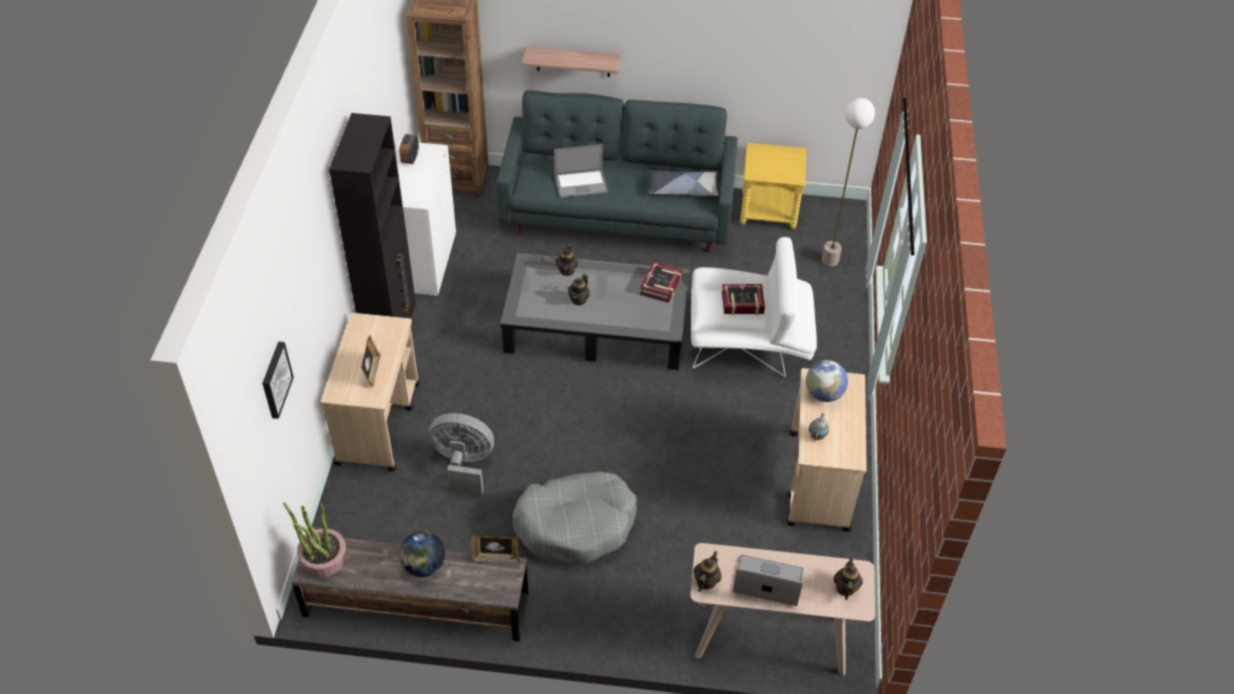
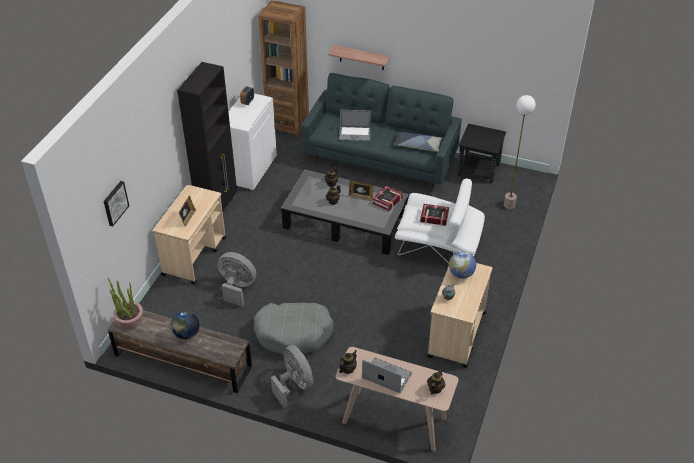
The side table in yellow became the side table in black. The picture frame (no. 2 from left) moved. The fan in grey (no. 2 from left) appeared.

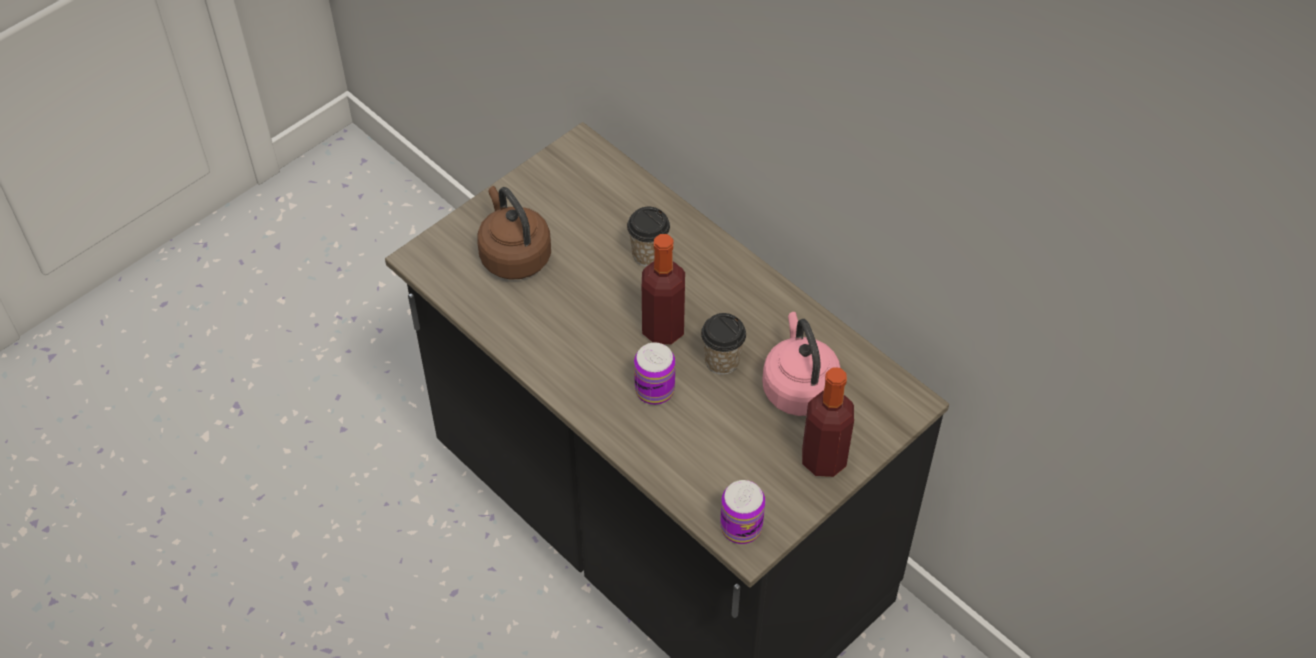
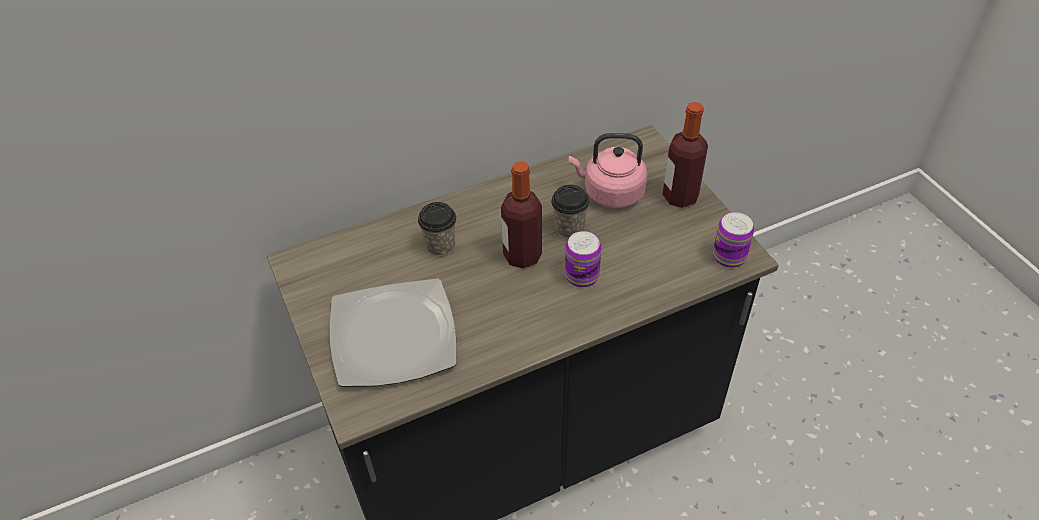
The kettle in brown was replaced by the plate.

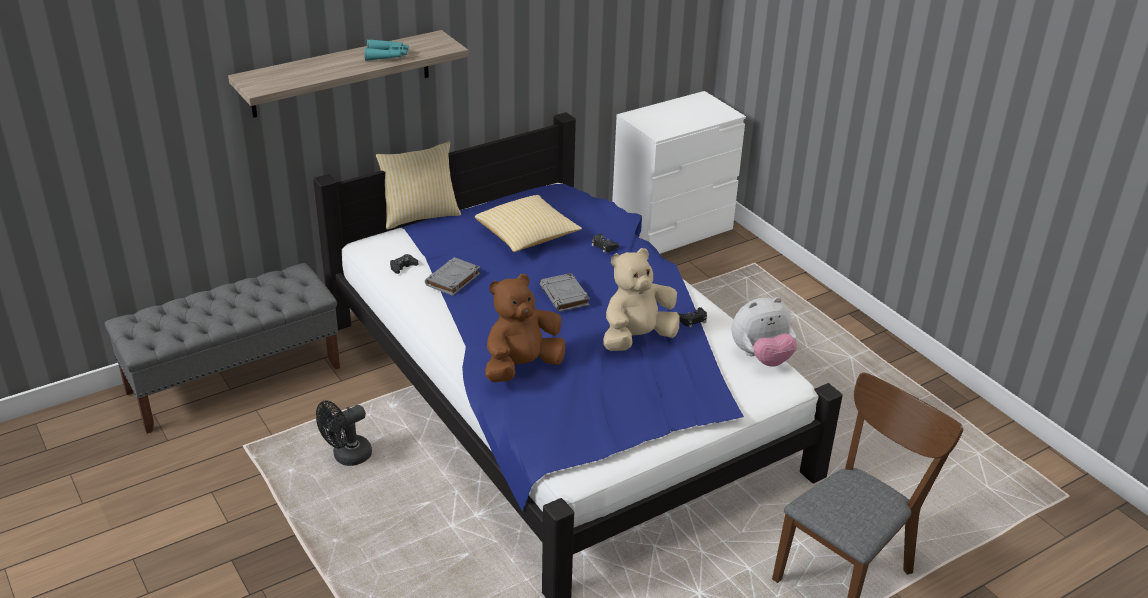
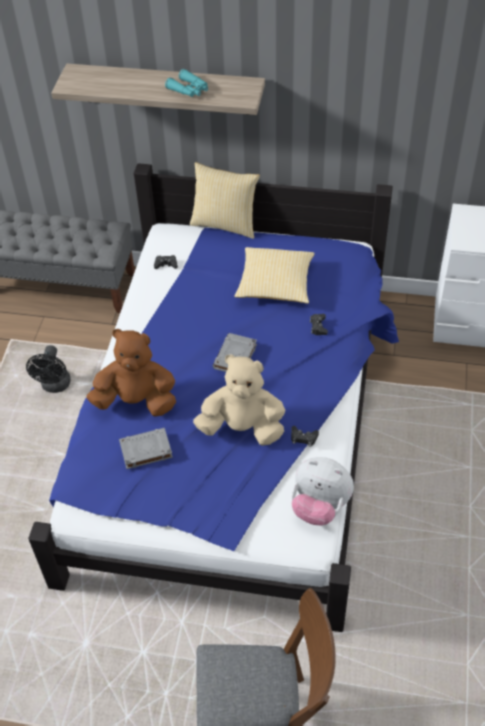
The book in grey (no. 1 from left) moved. The fan in black turned 90 degrees counterclockwise.

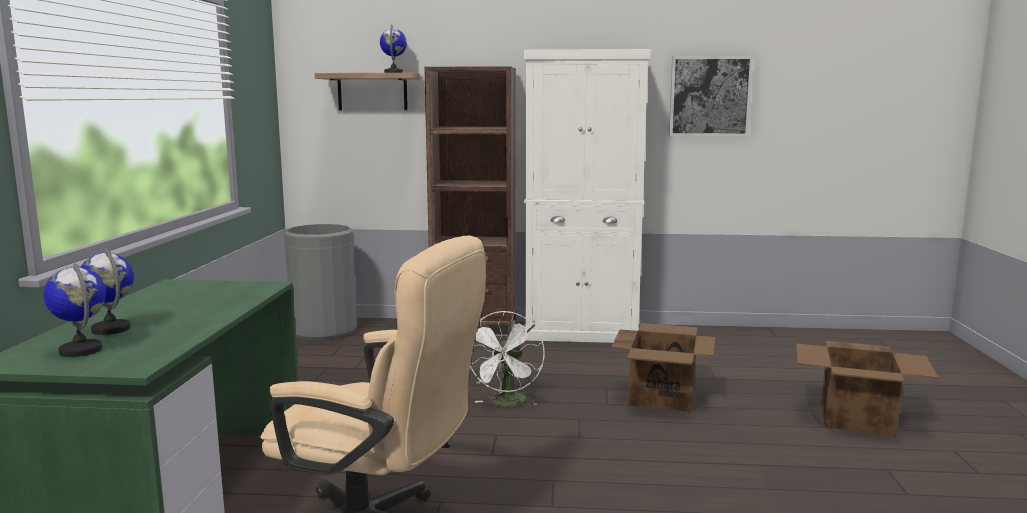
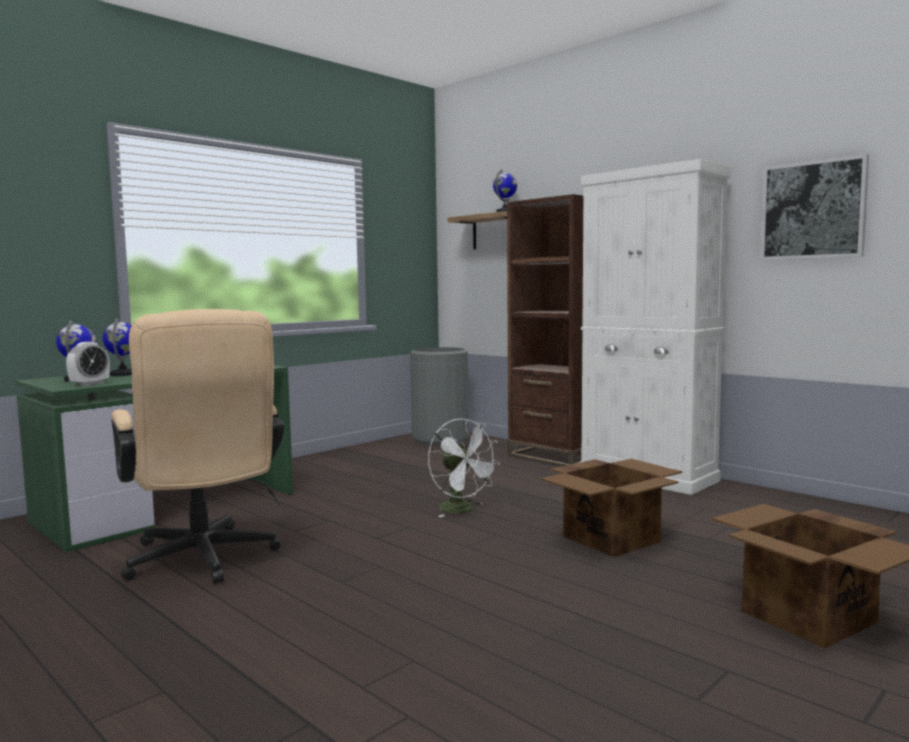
The fan in white turned 90 degrees counterclockwise. The alarm clock appeared.

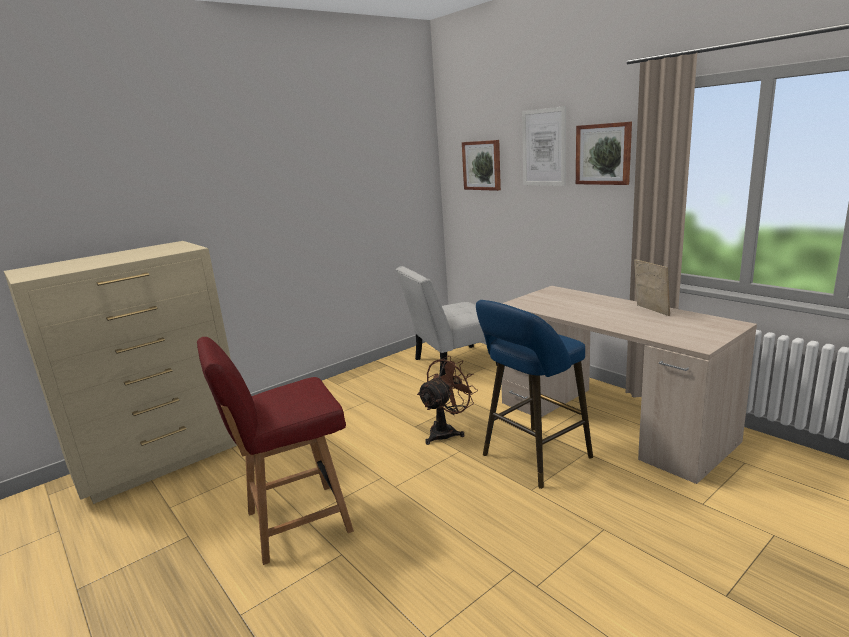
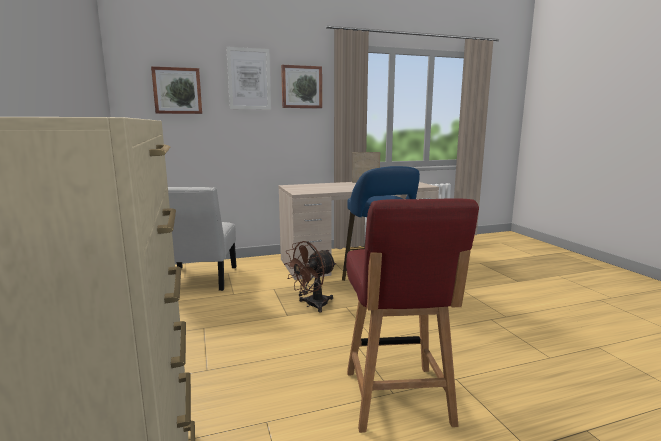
The fan in brown turned 105 degrees counterclockwise.

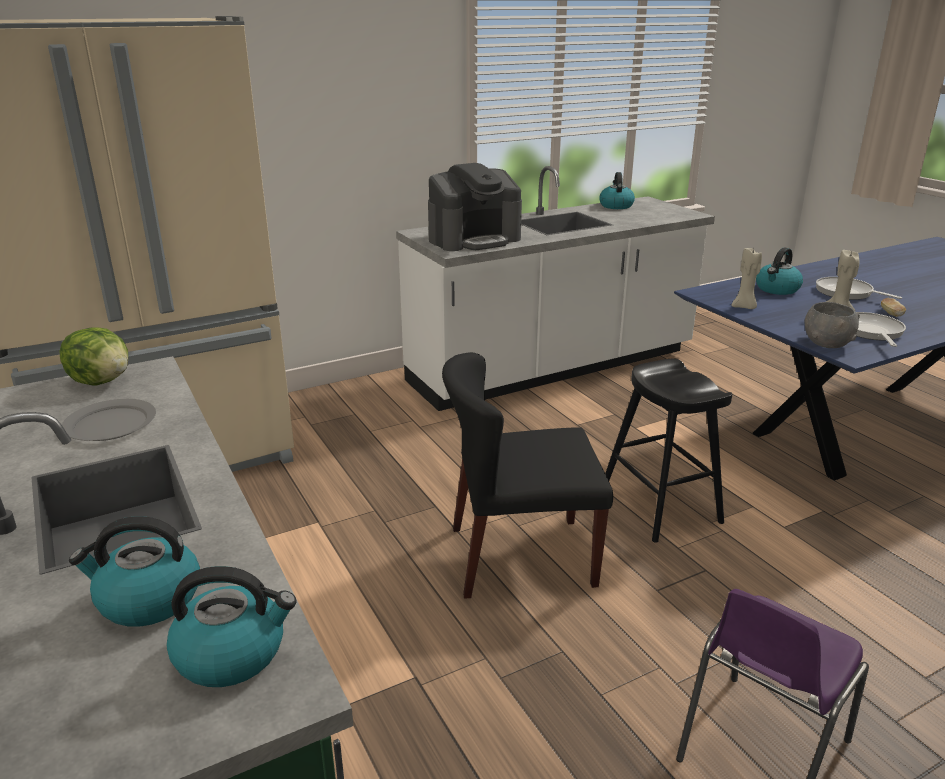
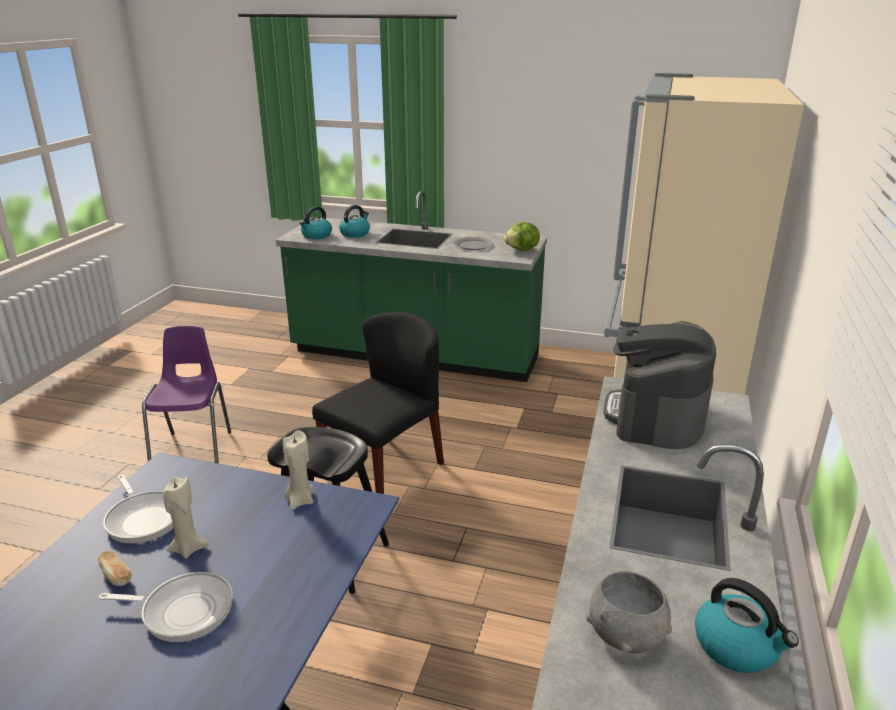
The kettle (no. 4 from left) disappeared. The bowl in grey moved.

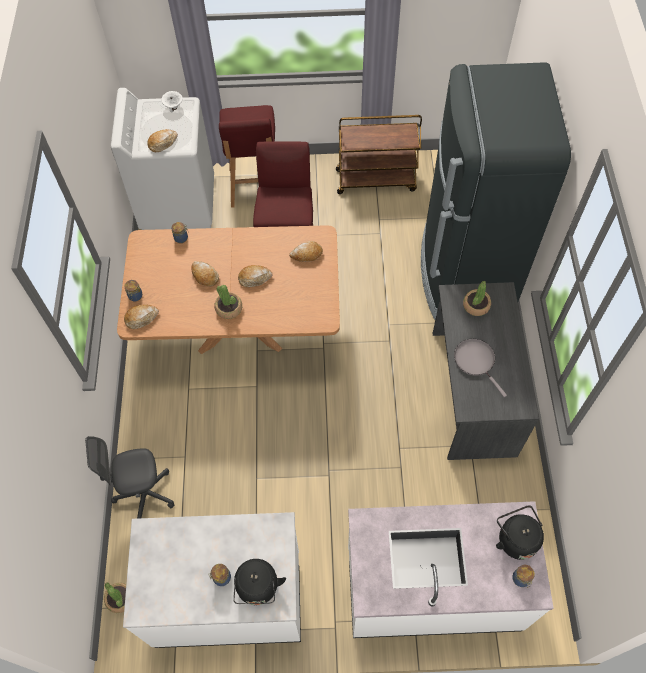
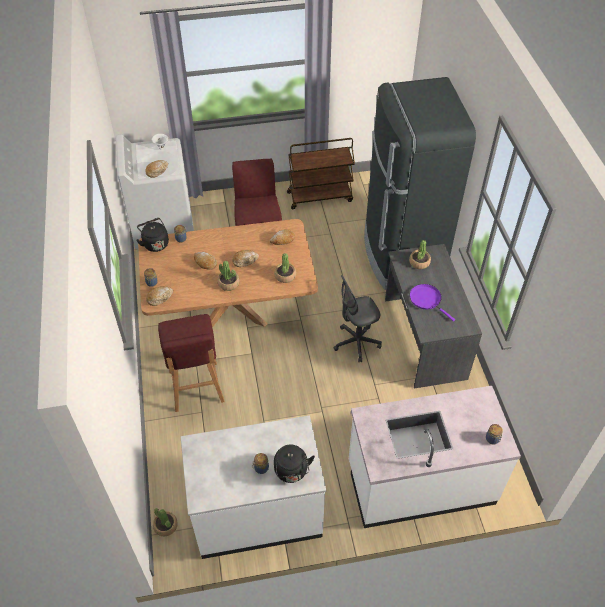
The stool in red (no. 1 from left) moved. The frying pan in grey became the frying pan in purple. The office chair in grey moved. The kettle in black (no. 2 from left in the first image) moved. The potted plant (no. 3 from left) appeared.

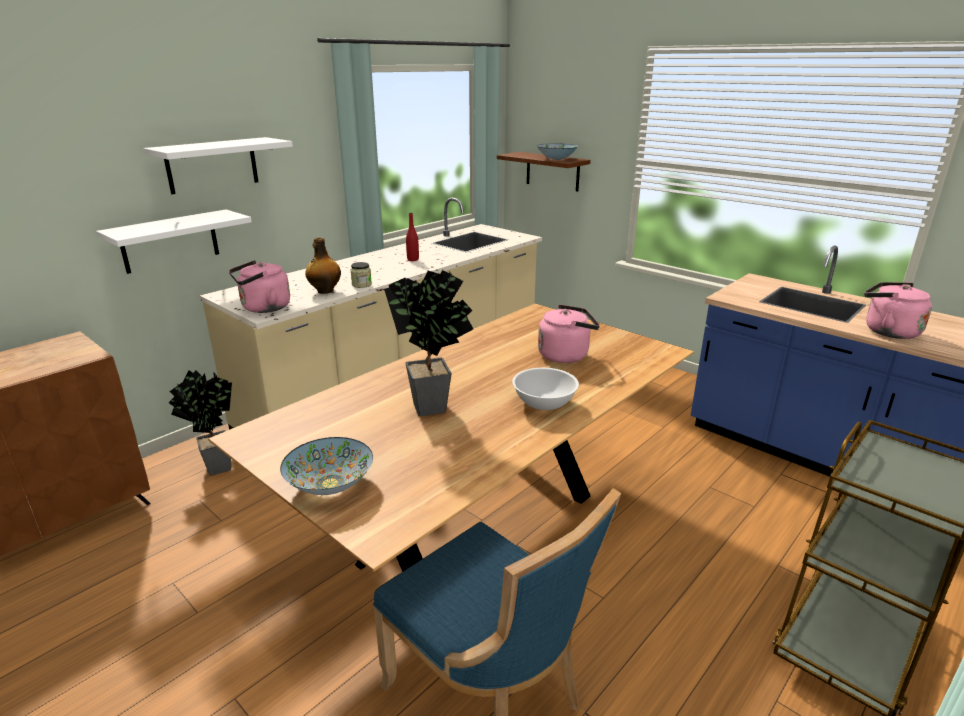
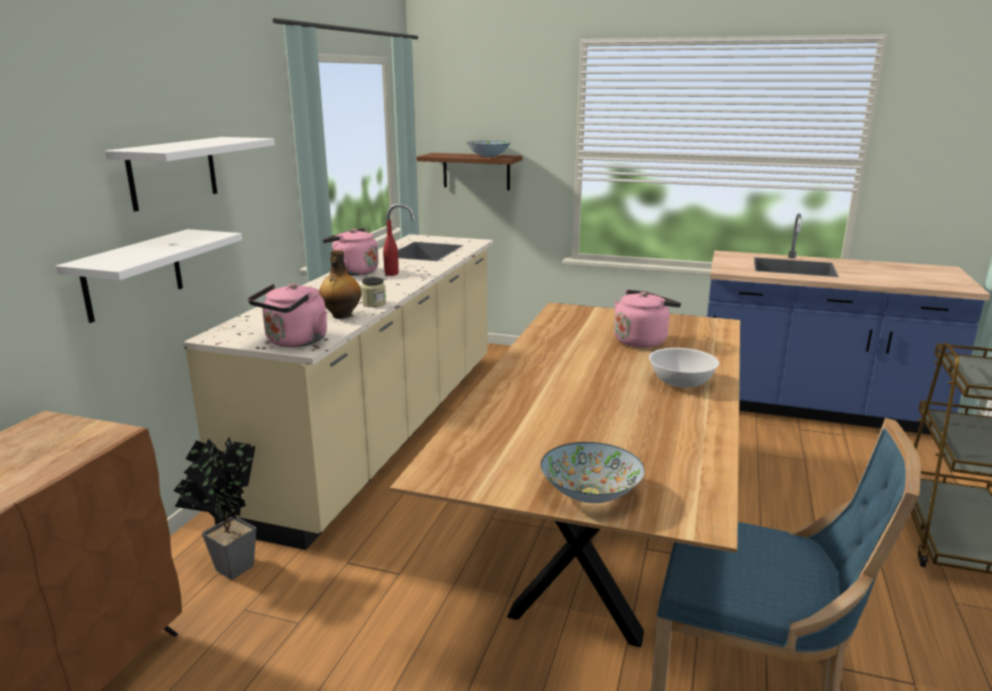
The potted plant (no. 2 from left) disappeared. The kettle in pink (no. 3 from left in the first image) moved.

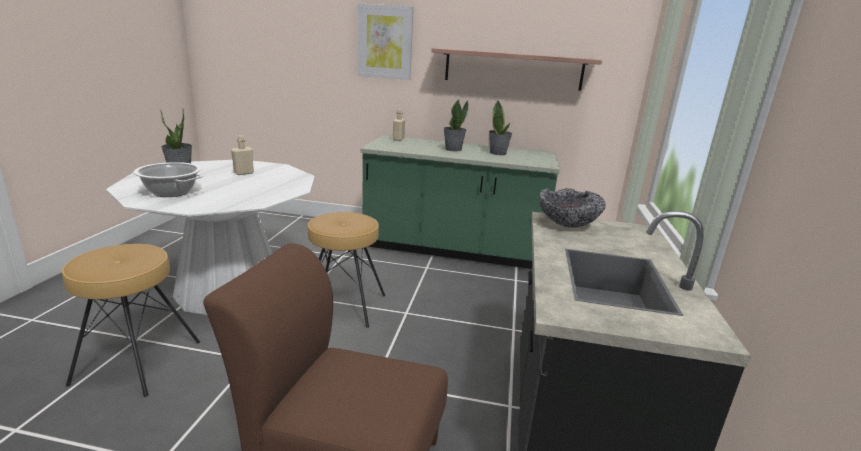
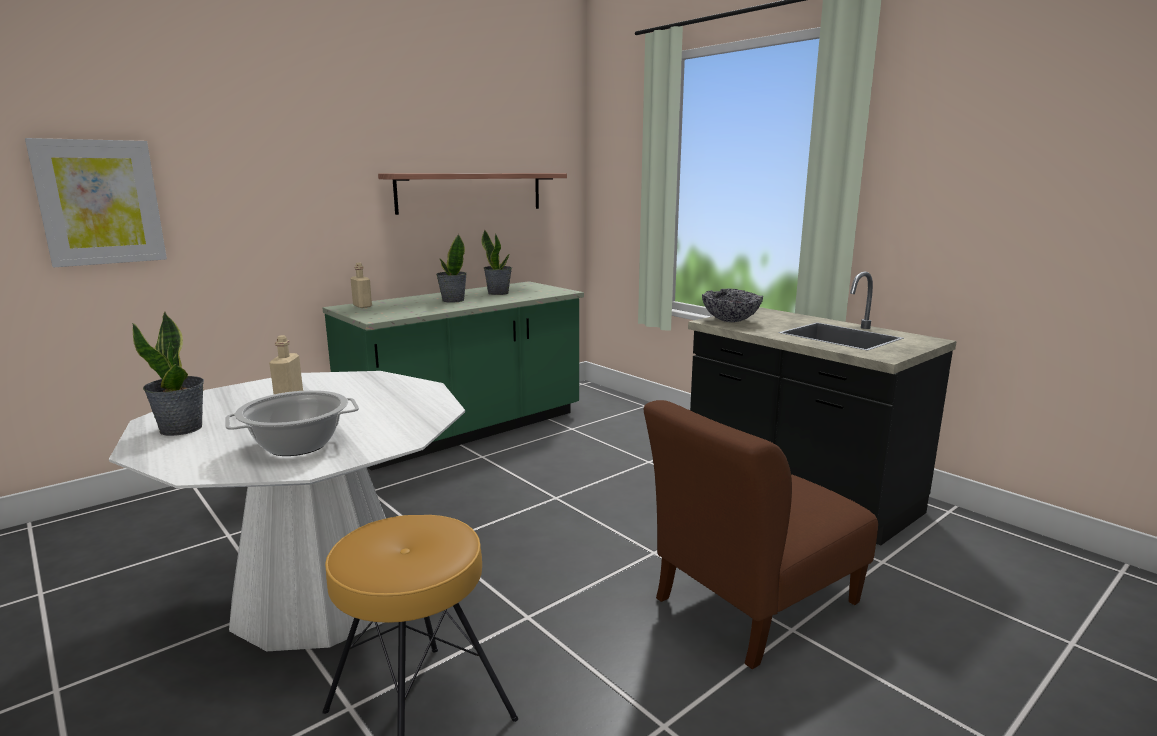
The picture moved. The stool in brown (no. 2 from left) disappeared.

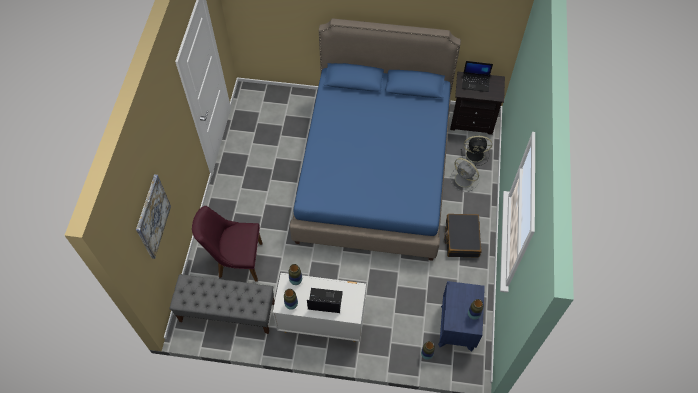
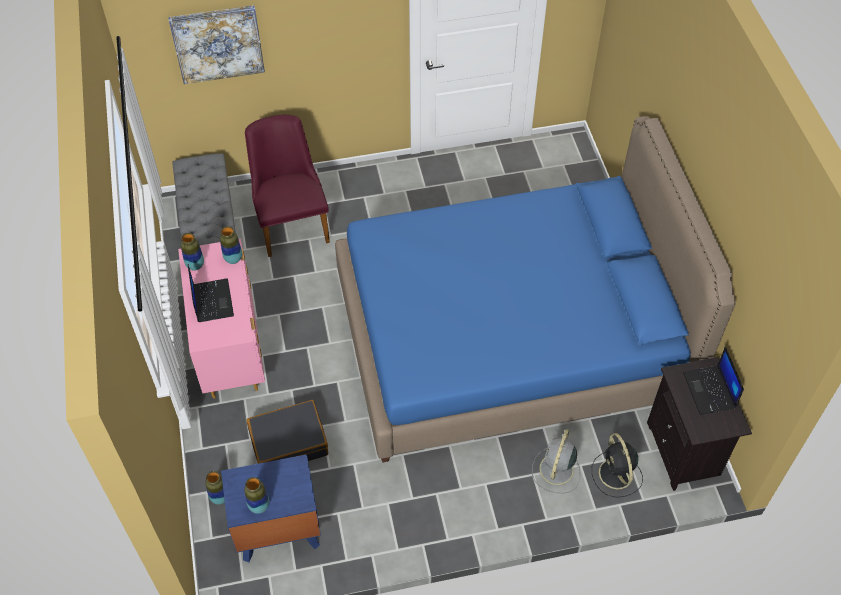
The suitcase in black moved. The dresser in white became the dresser in pink.

